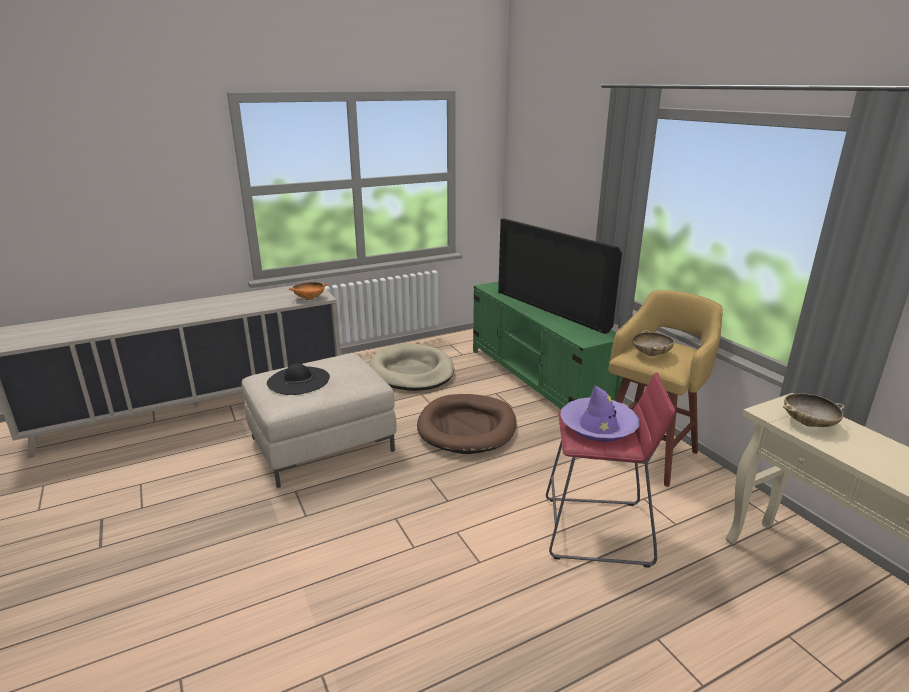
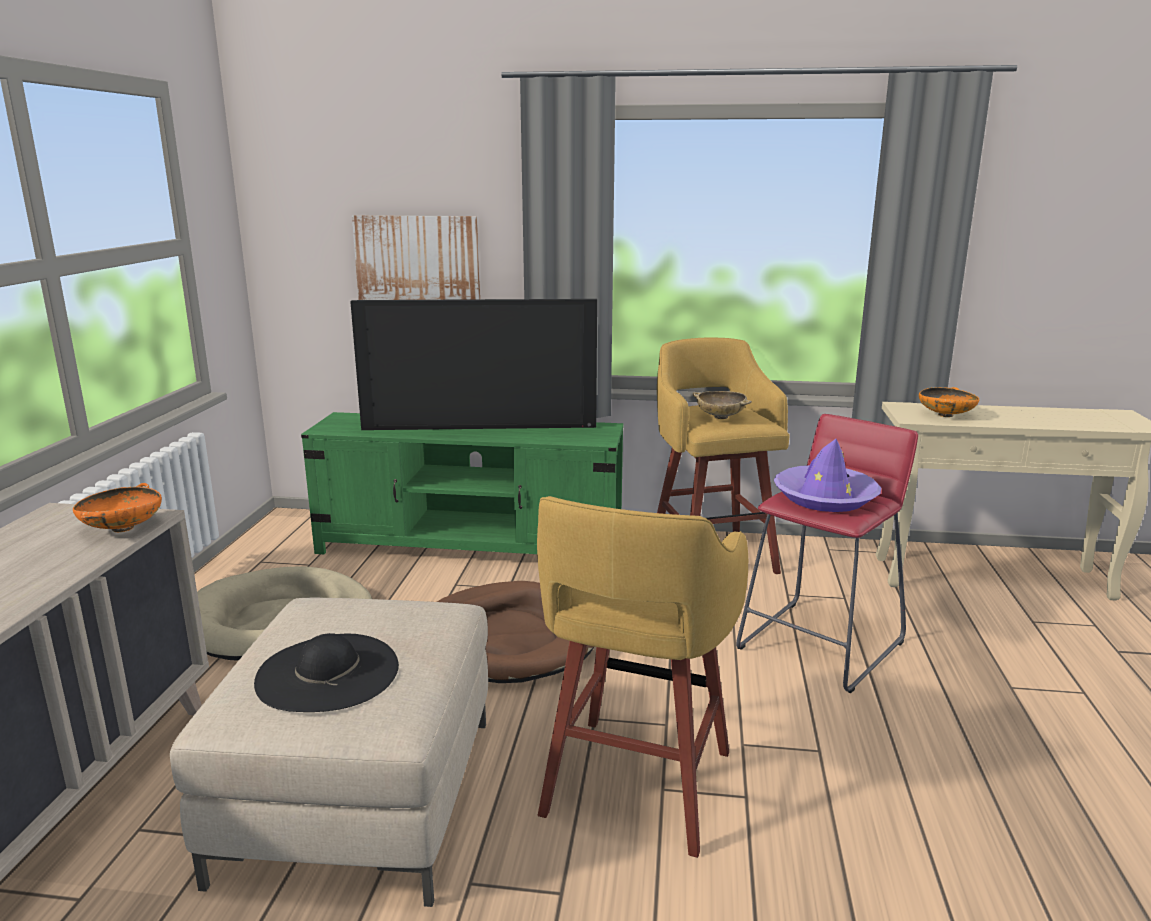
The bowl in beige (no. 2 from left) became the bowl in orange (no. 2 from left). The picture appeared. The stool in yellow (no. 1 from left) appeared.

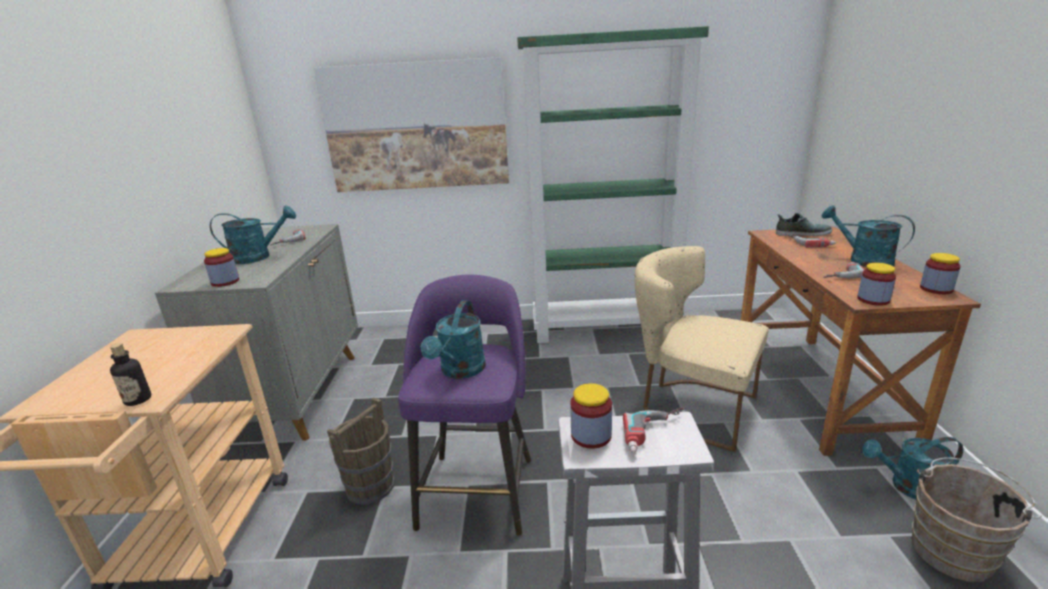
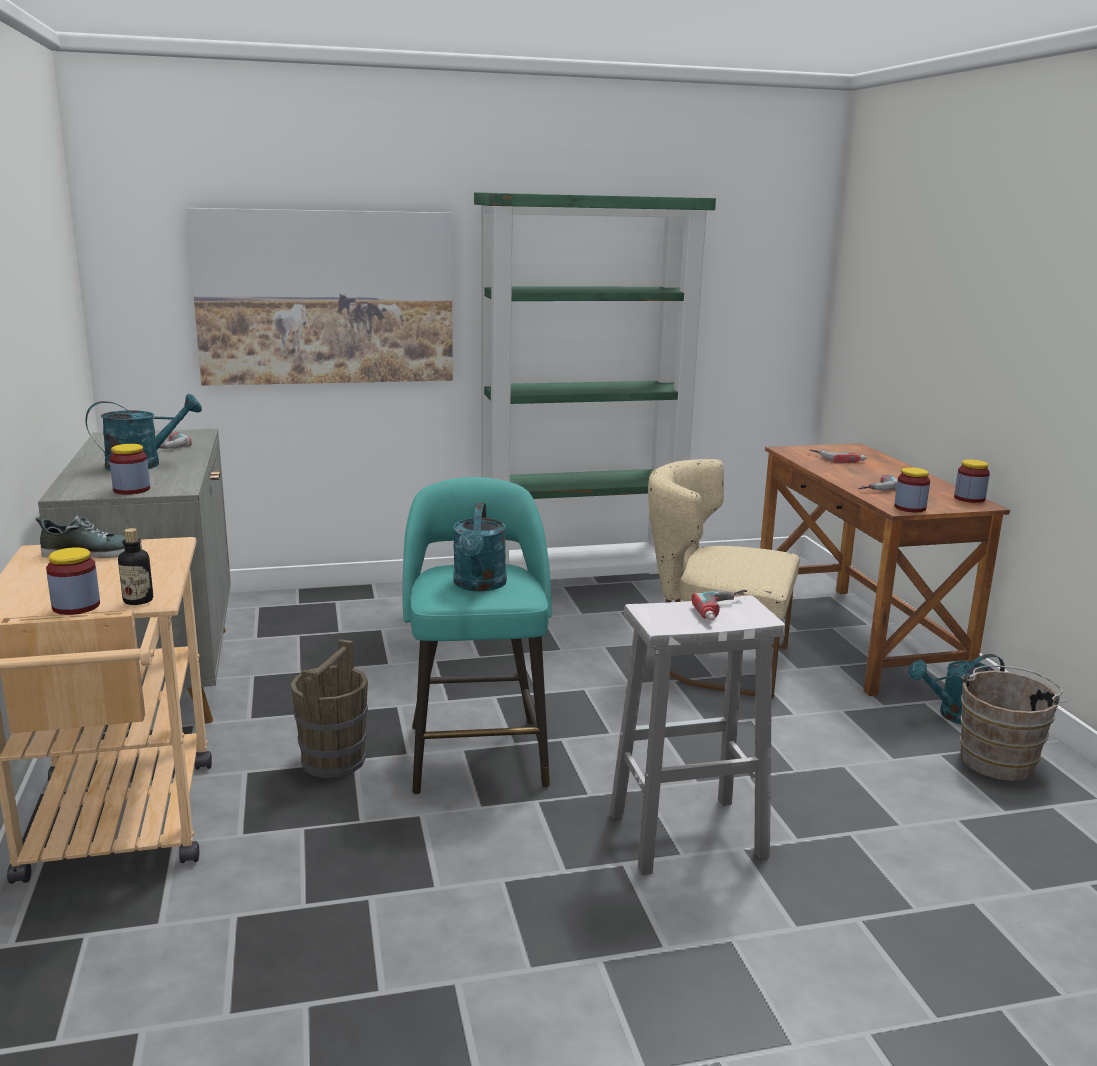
The watering can in turquoise (no. 3 from left) disappeared. The shoe moved. The stool in purple became the stool in turquoise. The jar (no. 2 from left in the first image) moved.

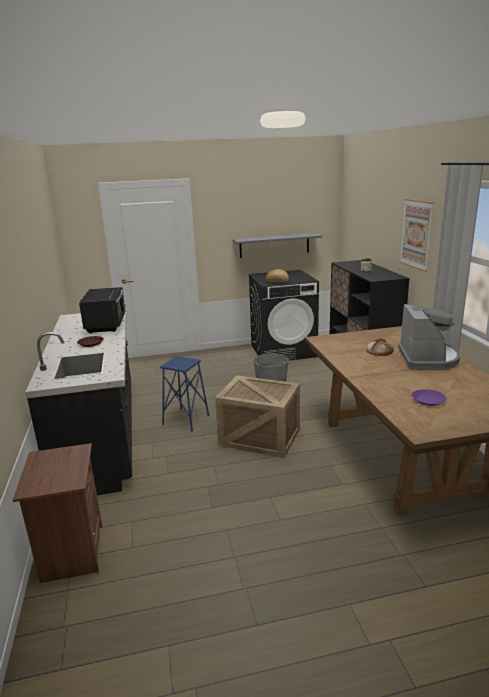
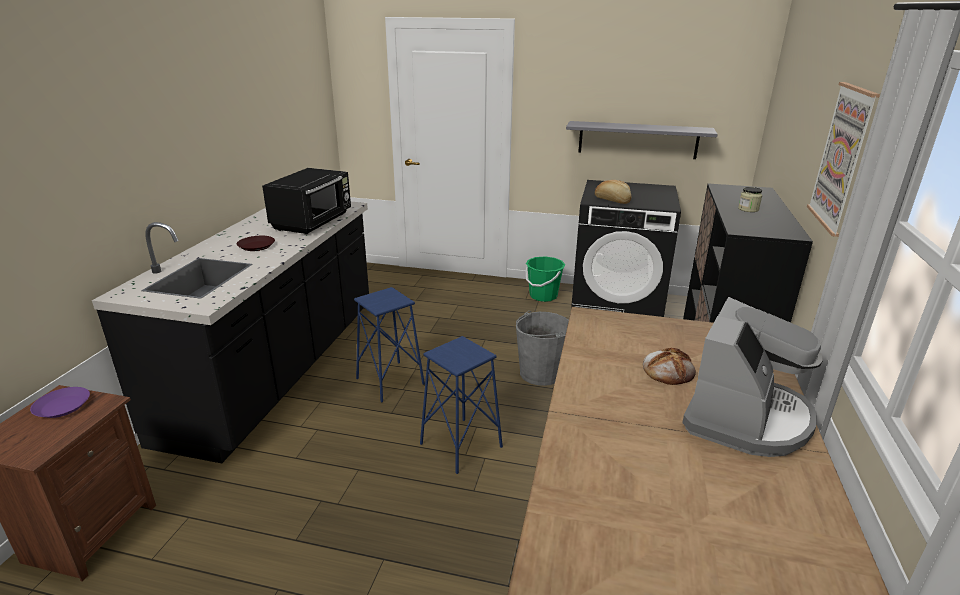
The crate was replaced by the stool in blue (no. 2 from left). The plate in purple moved. The bucket in green appeared.

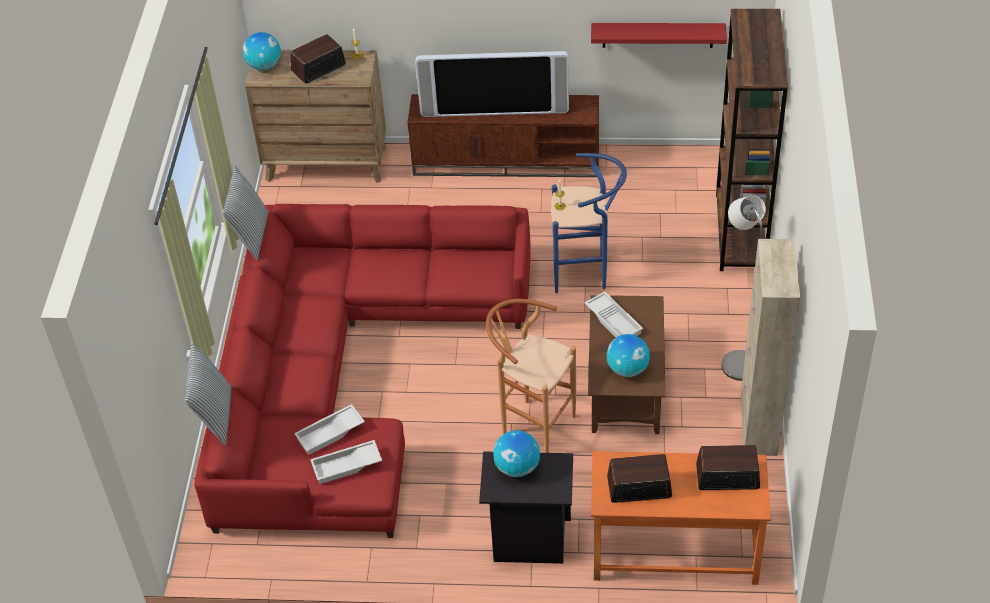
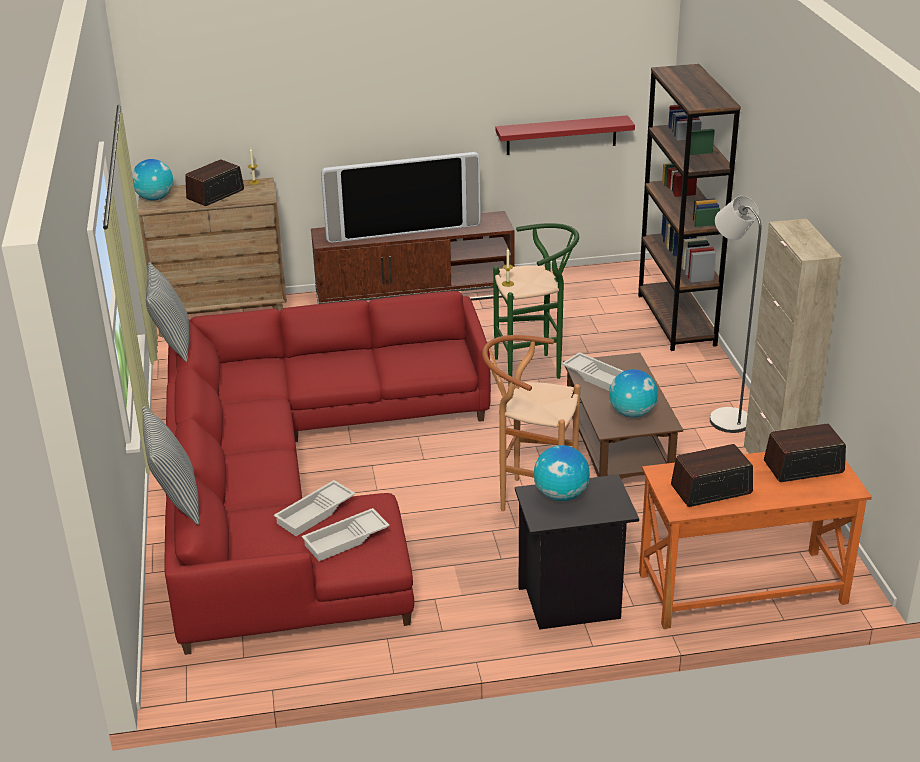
The stool in blue became the stool in green.

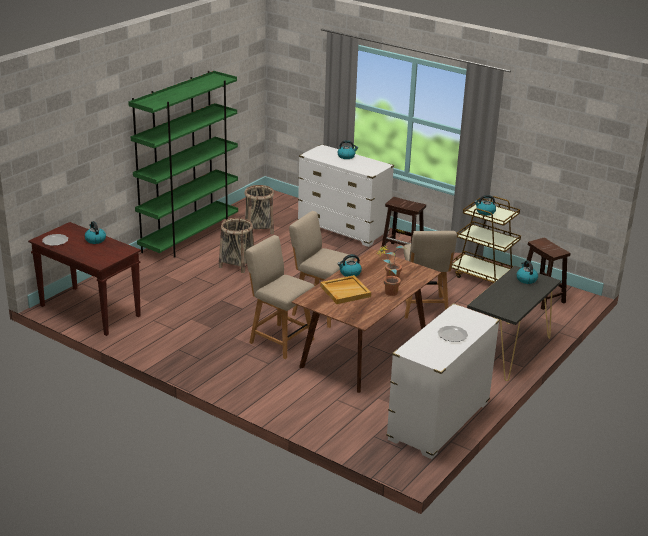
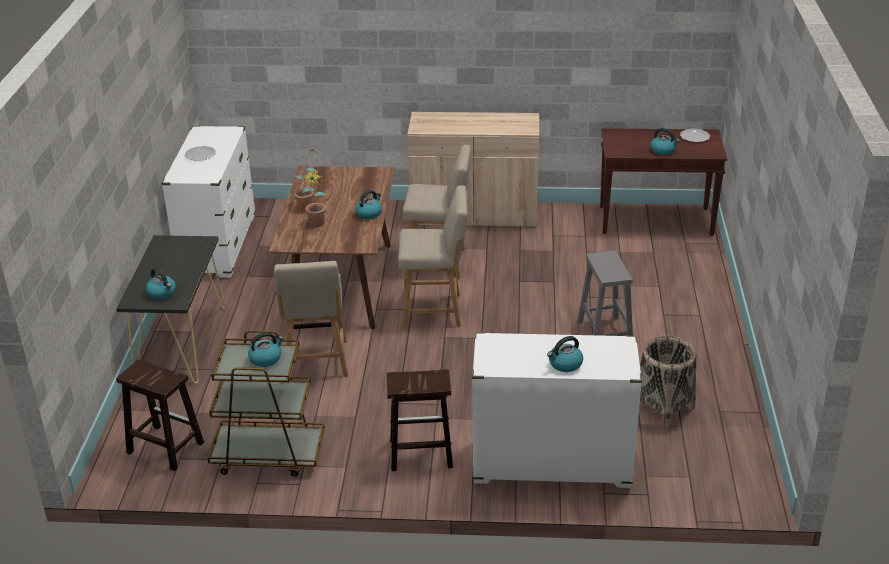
The bookcase in green disappeared. The basket (no. 1 from left) was replaced by the stool in grey. The chair in beige (no. 3 from left in the first image) turned 150 degrees counterclockwise. The tray in beige disappeared. The cabinet in beige appeared.

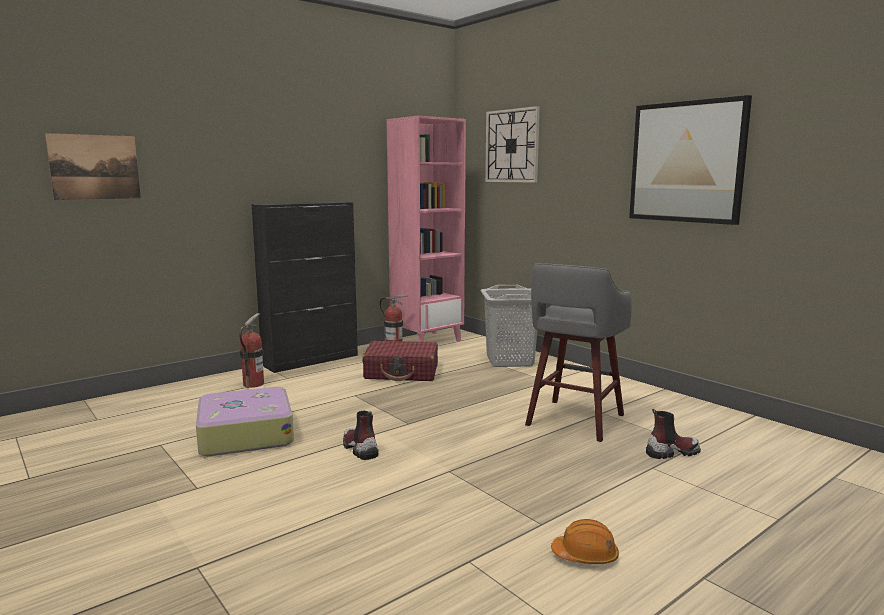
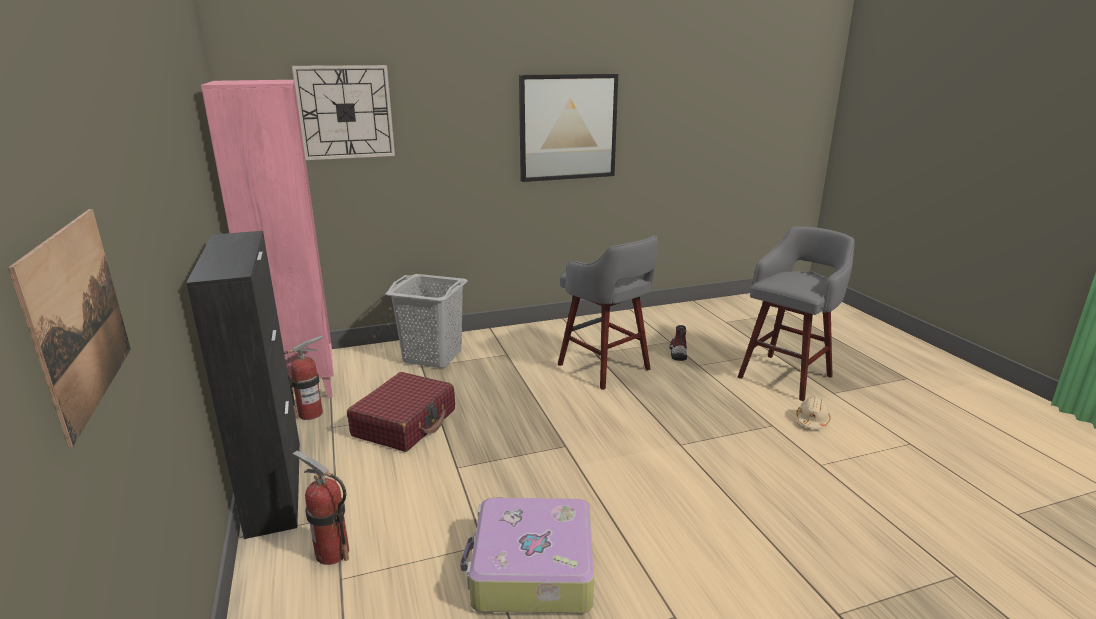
The boot (no. 1 from left) disappeared. The hard hat in orange became the hard hat in beige. The stool in grey (no. 2 from left) appeared.

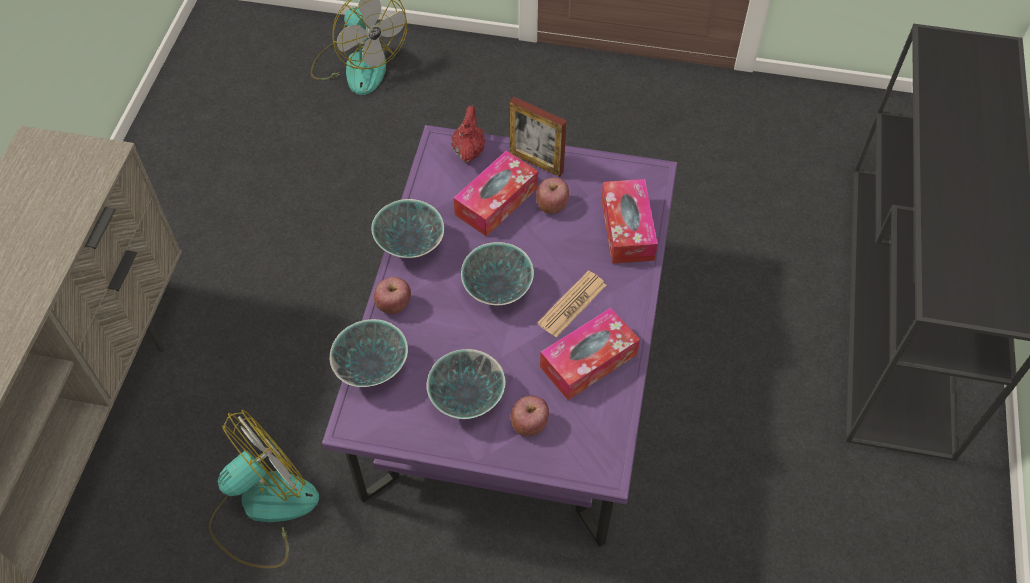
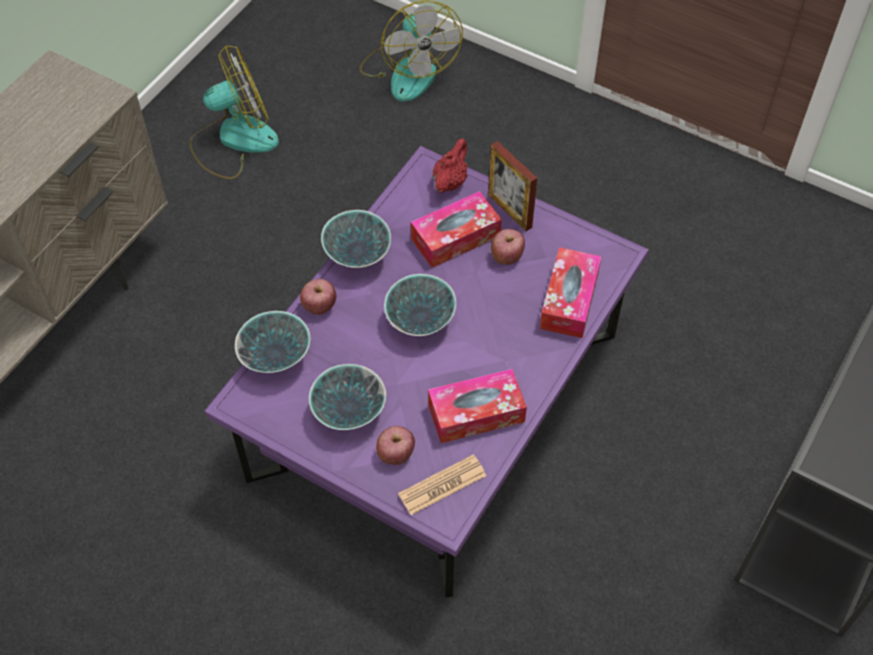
The newspaper moved. The fan (no. 1 from left) moved.

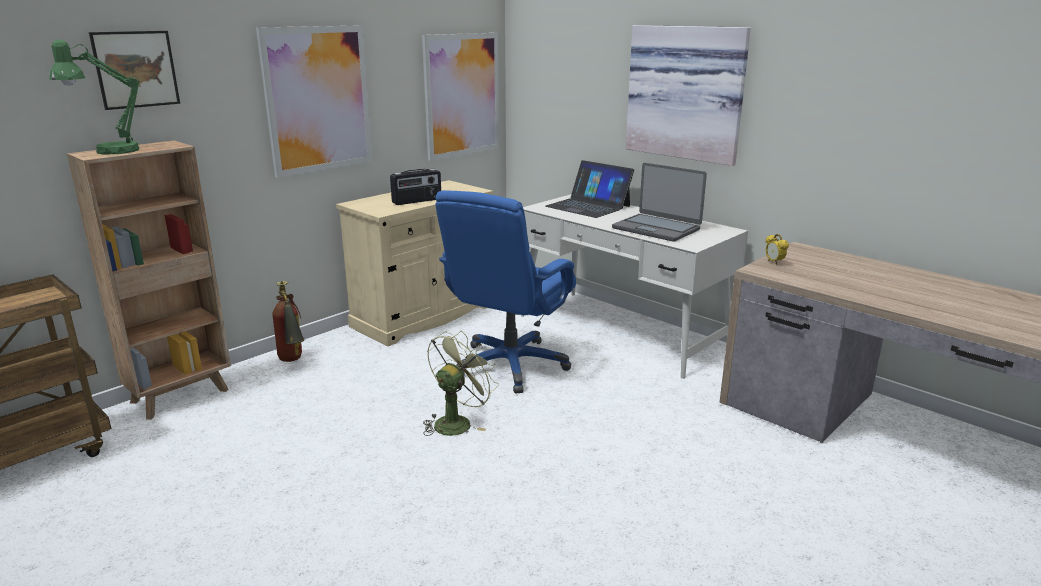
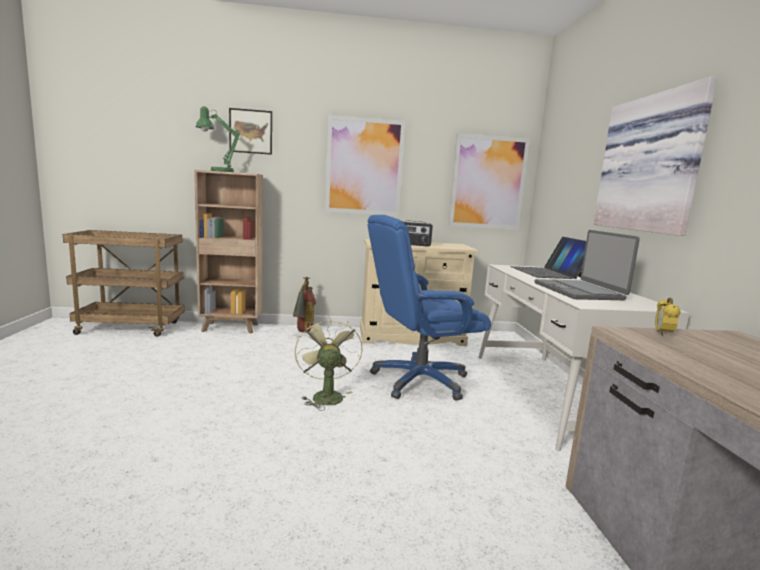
The fan in green turned 90 degrees counterclockwise.

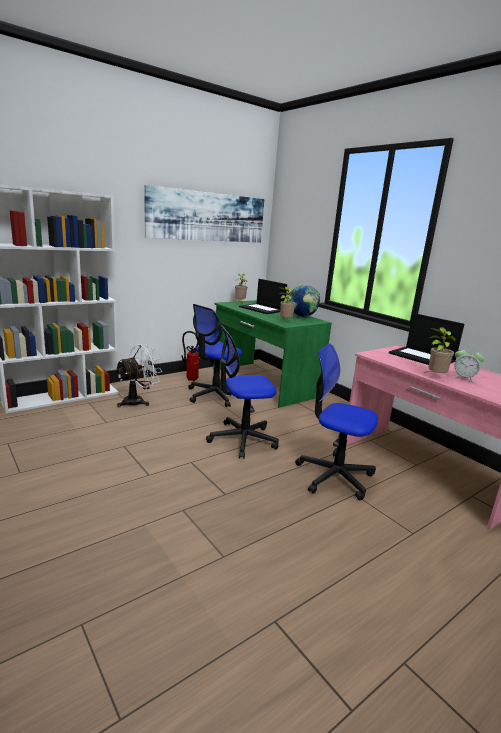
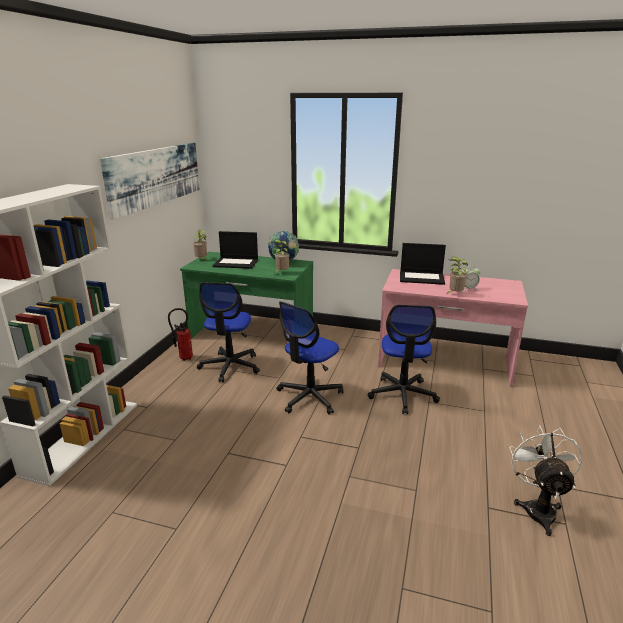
The fan in white moved. The office chair (no. 3 from left) turned 75 degrees counterclockwise.

